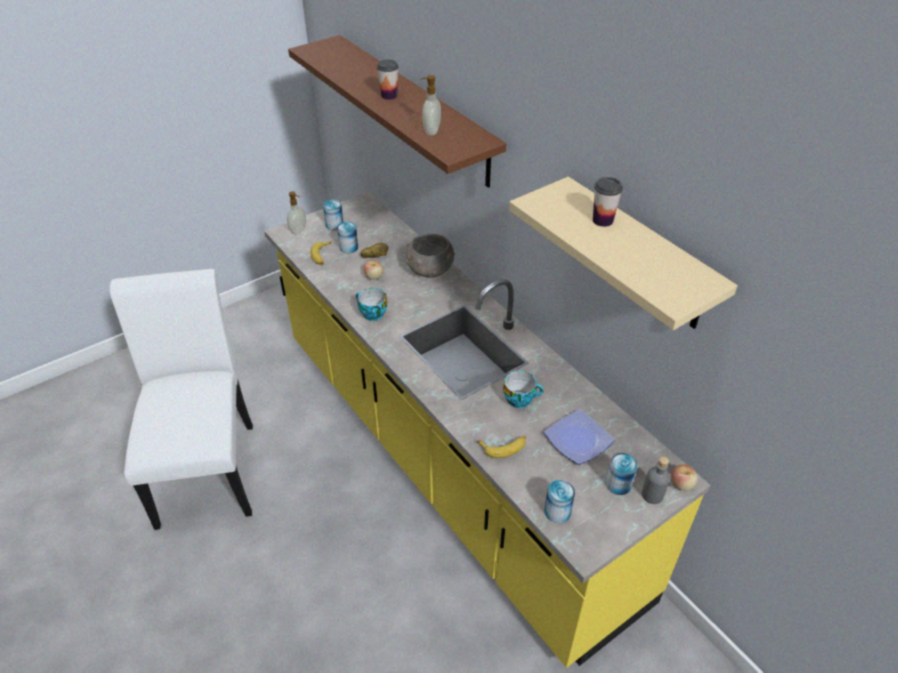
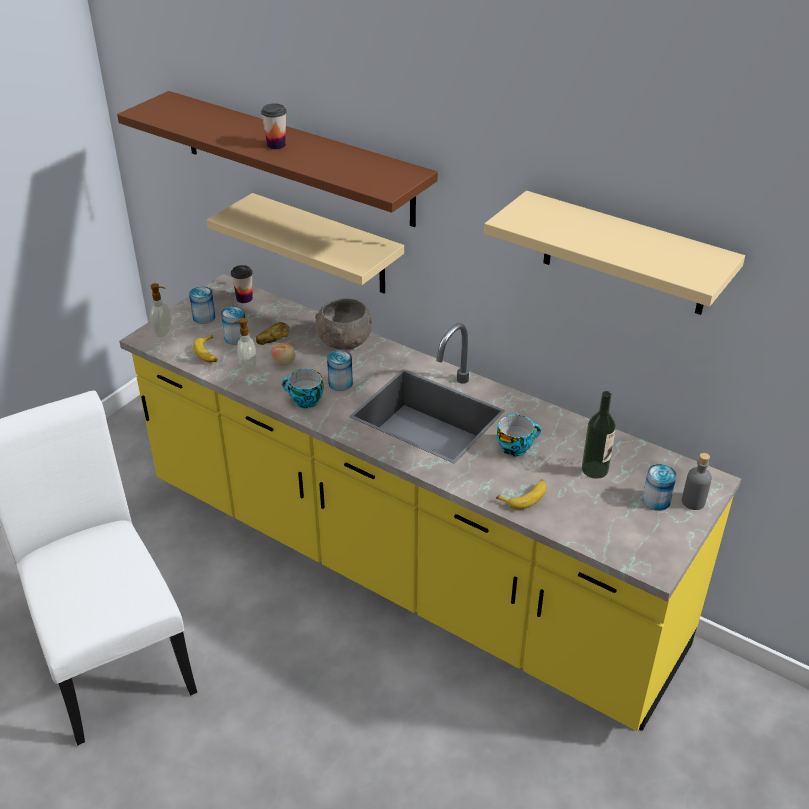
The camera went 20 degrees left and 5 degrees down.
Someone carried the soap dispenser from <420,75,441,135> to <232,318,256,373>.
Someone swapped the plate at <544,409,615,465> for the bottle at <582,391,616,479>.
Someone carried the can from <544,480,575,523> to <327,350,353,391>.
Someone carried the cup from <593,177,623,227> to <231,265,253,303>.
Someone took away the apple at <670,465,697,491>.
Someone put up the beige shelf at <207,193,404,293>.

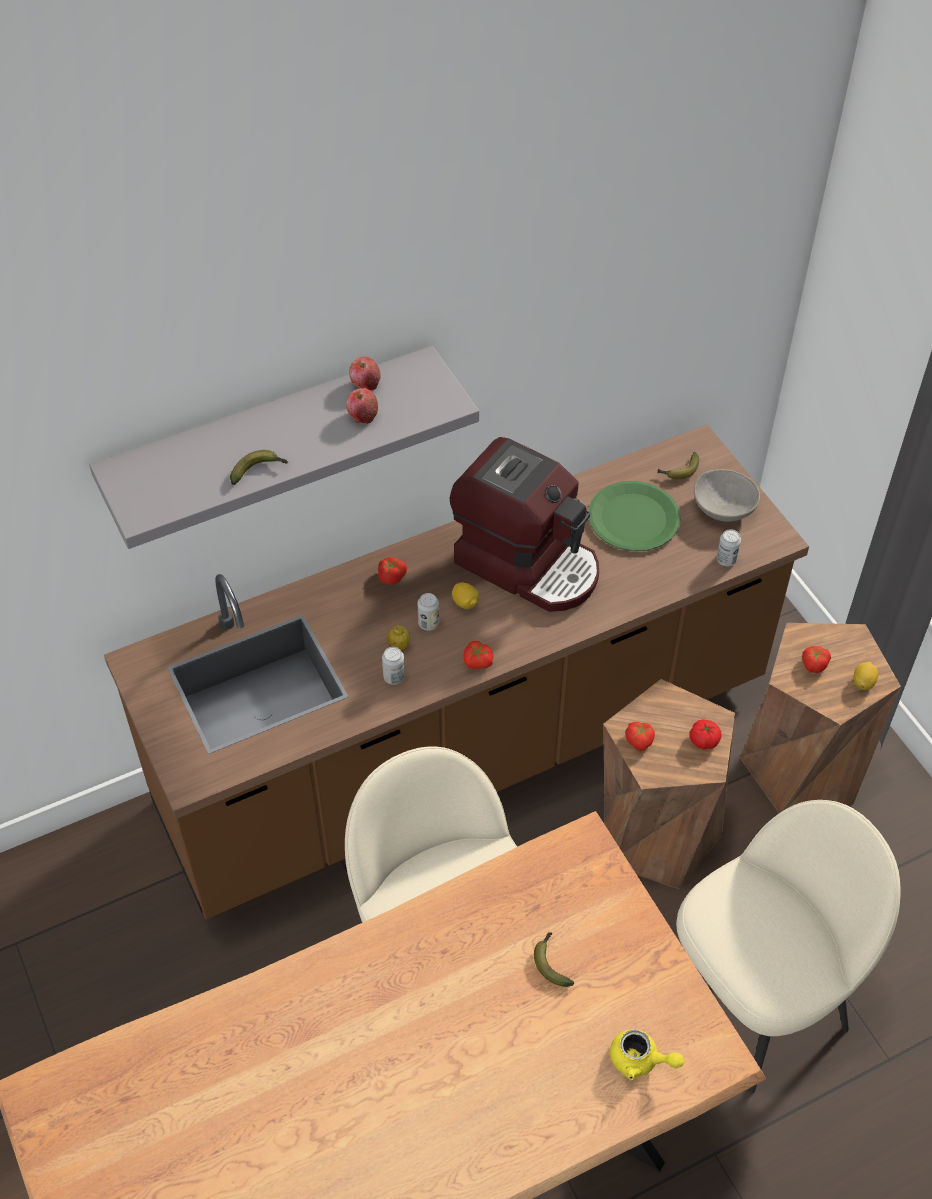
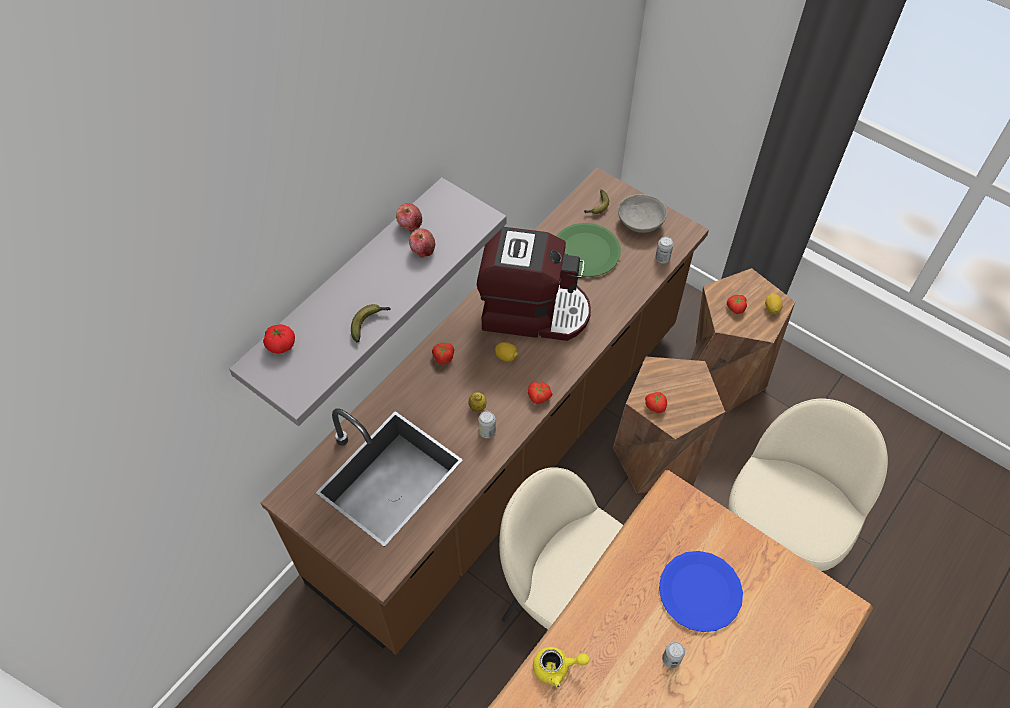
The camera went 25 degrees left and 5 degrees up.
Someone carried the can from <417,593,439,631> to <662,642,685,668>.
Someone swapped the banana at <534,933,574,987> for the blue plate at <659,551,743,632>.
Someone carried the yellow teapot from <610,1029,684,1080> to <533,647,589,688>.
Someone carried the tomato from <689,719,722,749> to <263,324,295,354>.

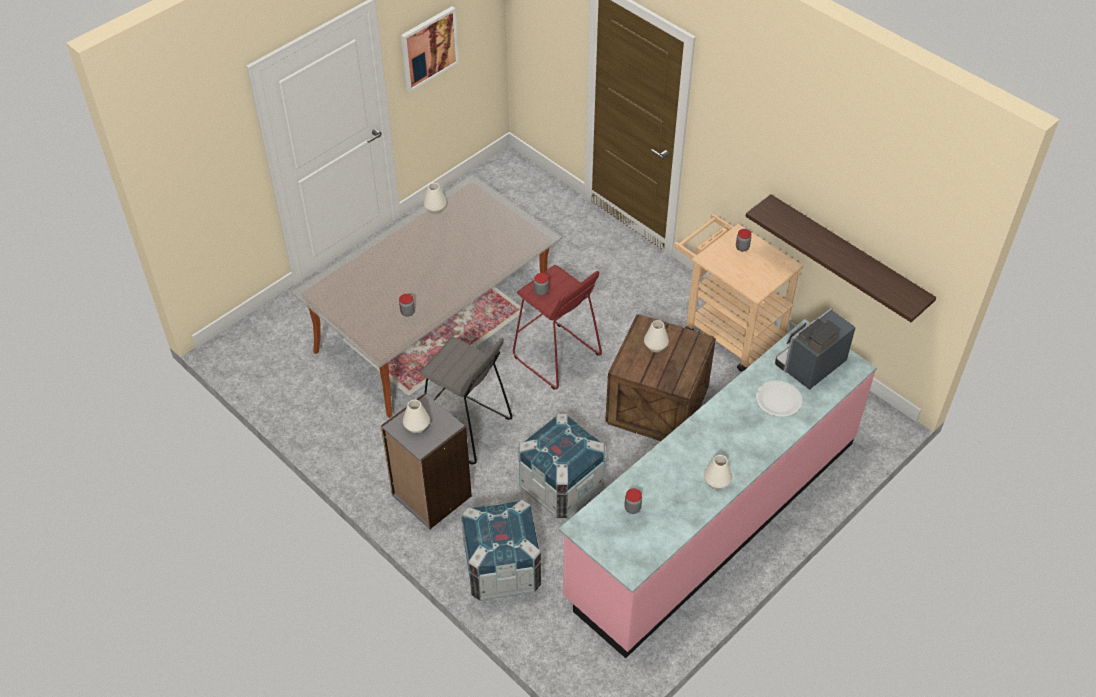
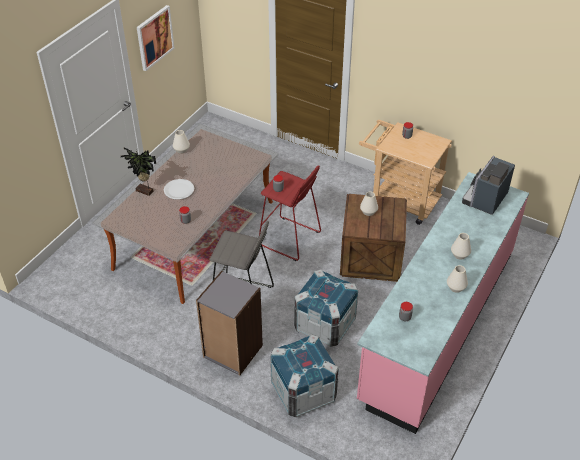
The camera went 15 degrees left and 5 degrees down.
Someone carried the white vase from <403,400,430,434> to <451,233,471,260>.
Someone took away the shelf at <746,194,936,322>.
Someone carried the white plate from <756,380,802,417> to <164,179,194,200>.
Someone put down the potted plant at <121,148,156,196>.

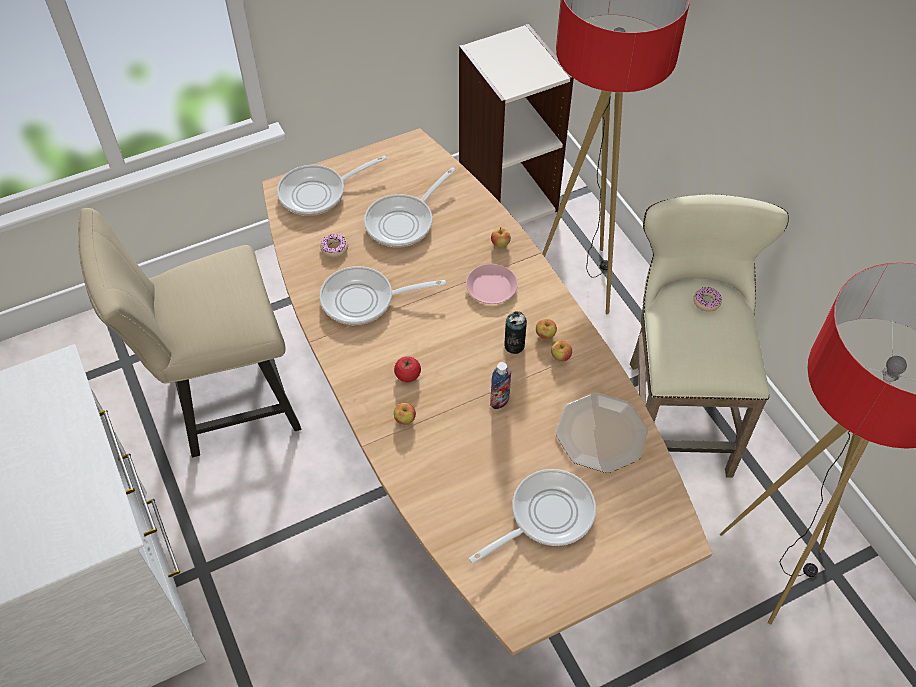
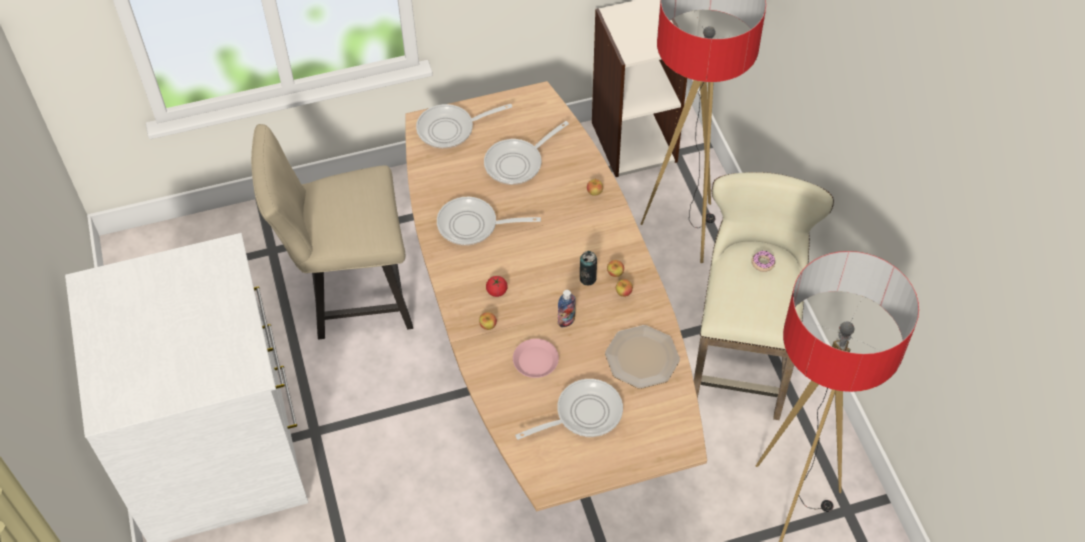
The camera went 10 degrees right and 0 degrees up.
Someone took away the donut at <320,234,348,258>.
Someone carried the pink plate from <466,264,518,304> to <513,339,559,378>.

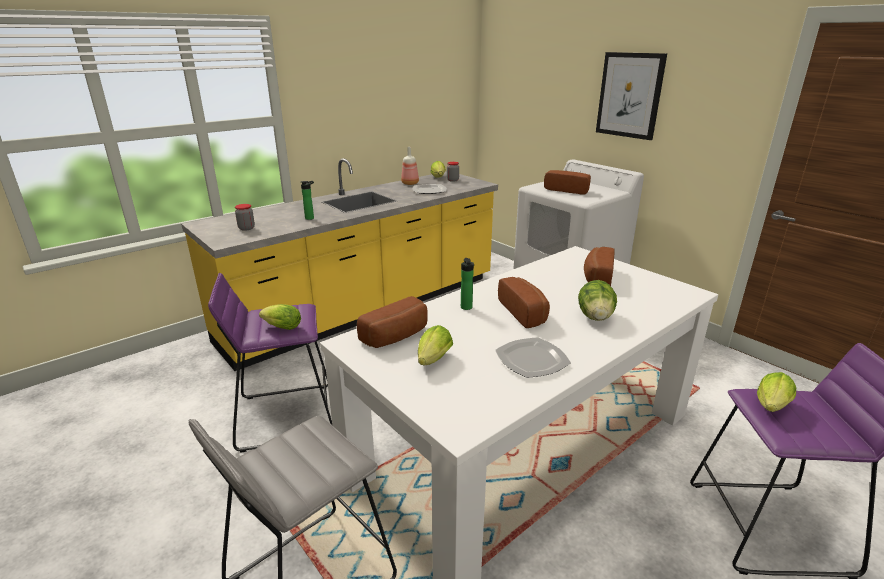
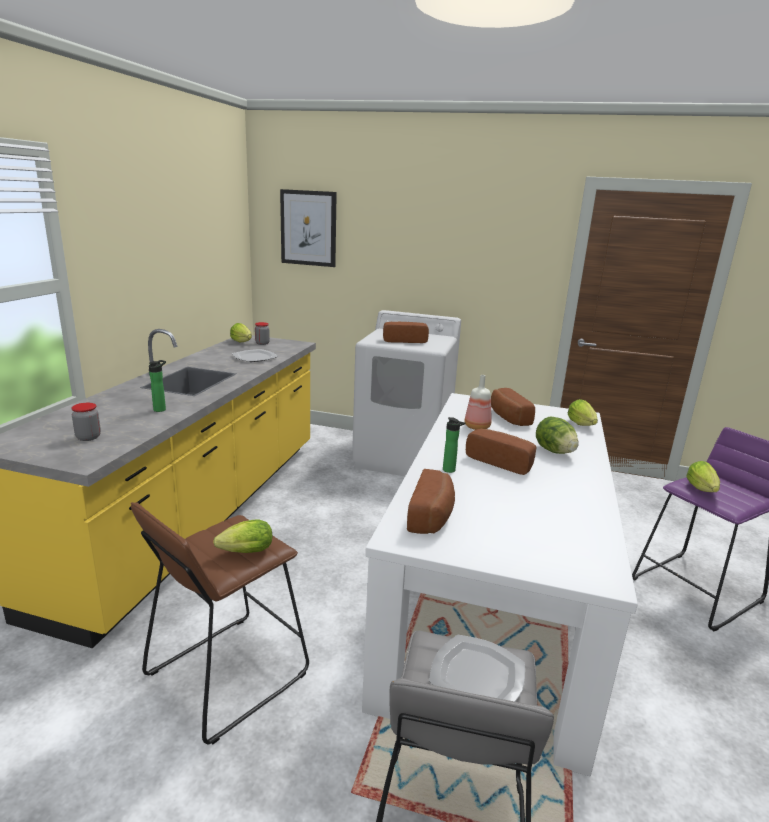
The camera went 35 degrees left and 5 degrees down.
Someone repainted the purple stool at <208,273,332,453>, which became the brown stool at <131,502,309,745>.
Someone carried the bottle from <401,147,419,185> to <465,375,492,430>.
Someone carried the lettuce from <418,325,453,365> to <568,399,598,426>.
Someone carried the plate from <495,337,571,378> to <429,635,525,702>.
Someone carried the picture from <596,52,667,140> to <280,189,337,267>.

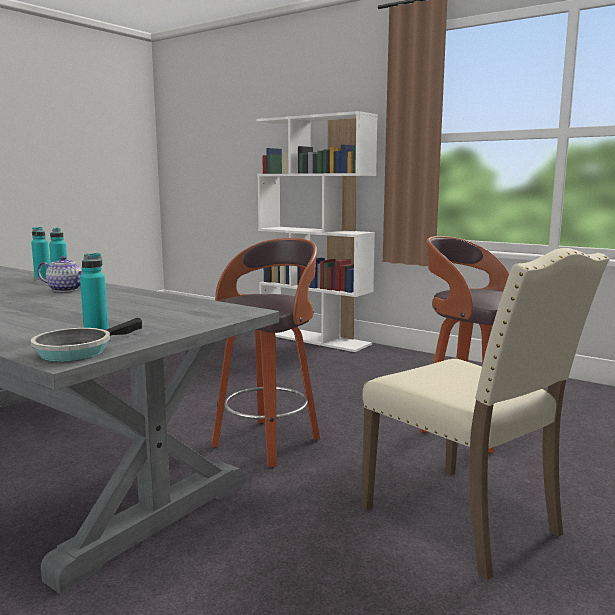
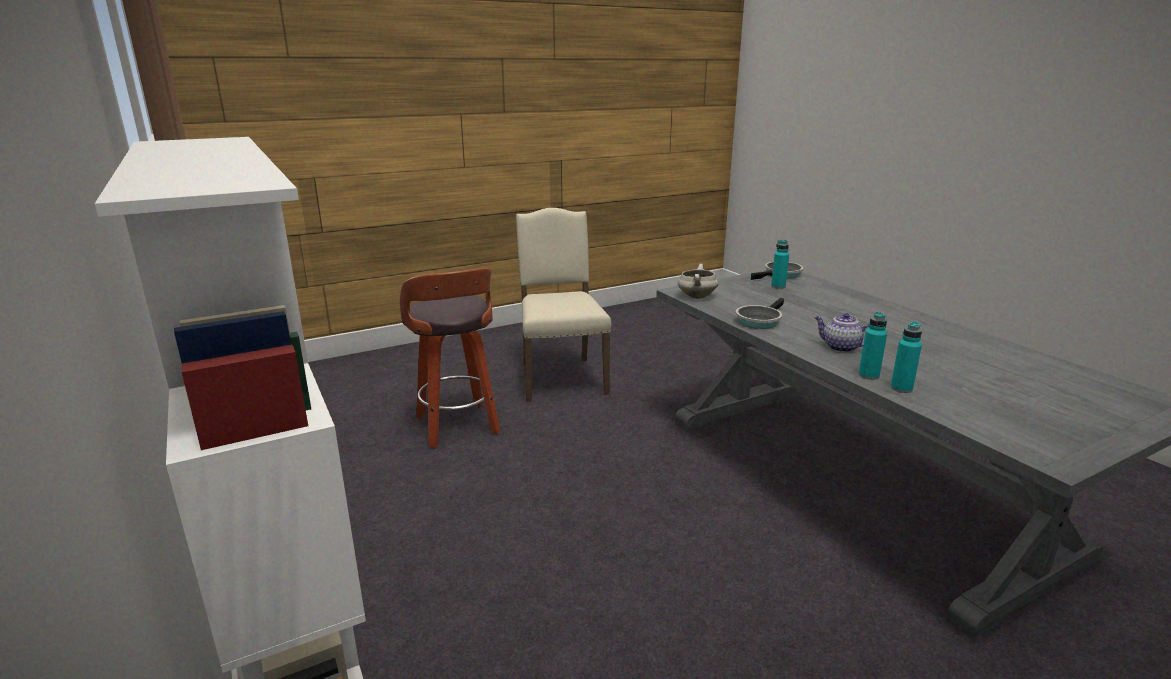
The camera went 155 degrees left and 10 degrees up.
Someone took away the stool at <212,238,320,468>.
Someone put down the white cooking pot at <678,264,718,299>.
Someone put down the frying pan at <735,298,784,329>.

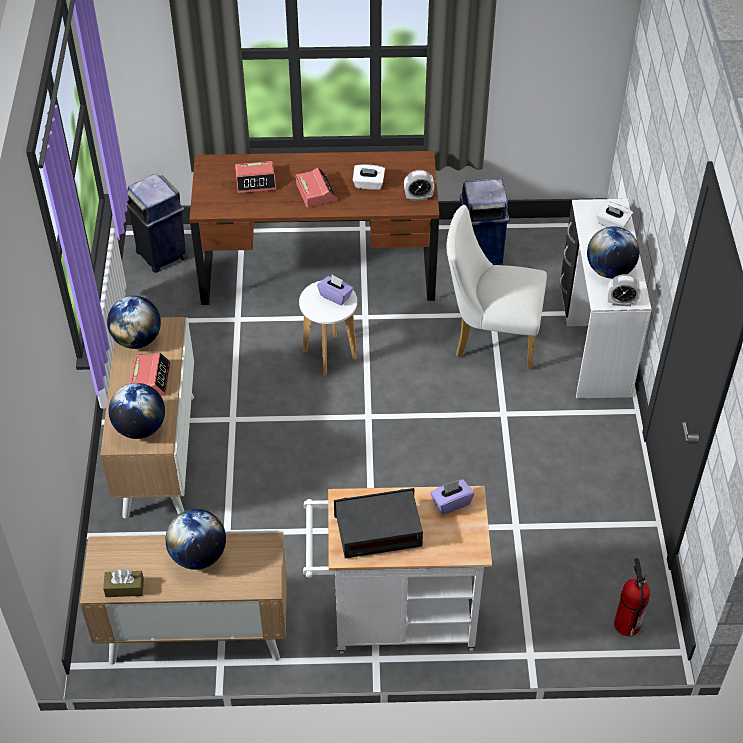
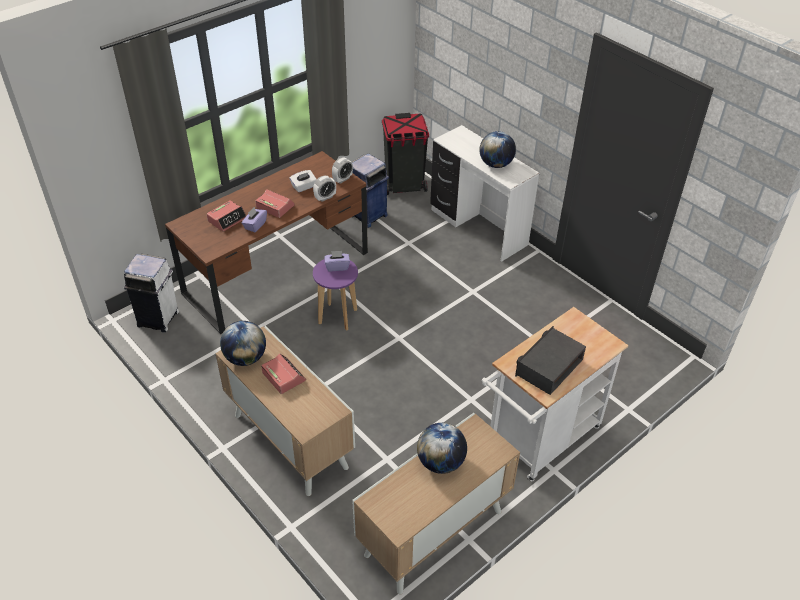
The camera went 40 degrees left and 5 degrees down.
Someone took away the brown tissue box at <103,569,144,597>.
Someone took away the globe at <109,383,165,439>.
Someone repainted the blue trash can at <126,174,188,273>, which became the white trash can at <124,254,179,332>.
Someone repainted the white stool at <299,280,357,376>, which became the purple stool at <313,259,358,331>.
Someone carried the purple tissue box from <430,480,474,515> to <242,207,267,232>.
Someone took away the white chair at <446,205,547,370>.
Someone took away the white tissue box at <596,201,633,228>.
Someone carried the alarm clock from <607,274,640,306> to <313,176,336,202>.
Someone took away the fire extinguisher at <614,558,650,636>.
Someone put down the black trash can at <382,113,429,195>.

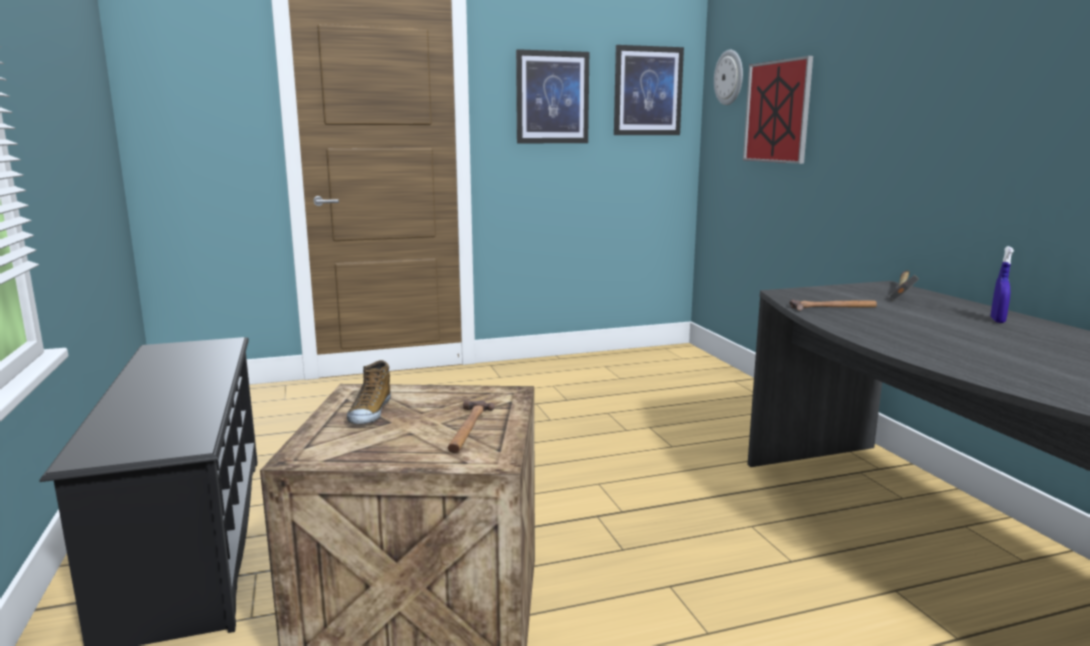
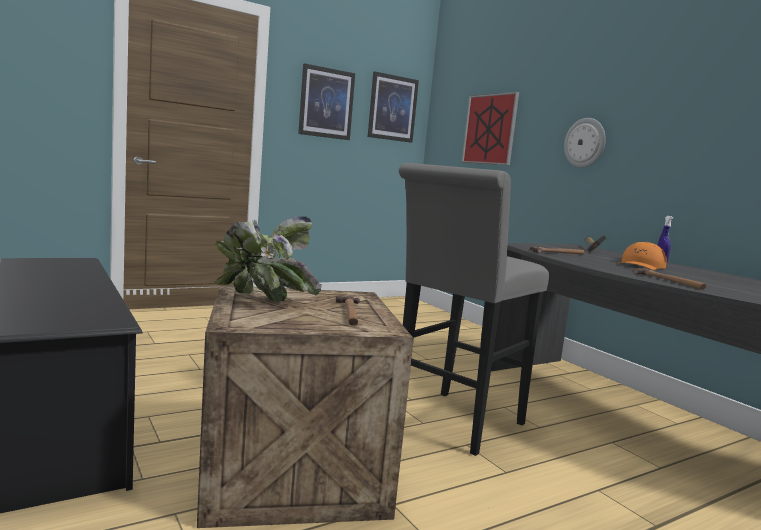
The camera went 15 degrees left and 5 degrees down.
Someone swapped the shoe at <347,360,391,424> for the potted plant at <214,216,322,302>.
Someone carried the wall clock from <714,50,743,105> to <564,118,606,168>.
Someone put down the grey stool at <399,163,549,456>.
Someone put down the orange cap at <617,242,667,270>.
Someone put down the hammer at <634,268,706,290>.

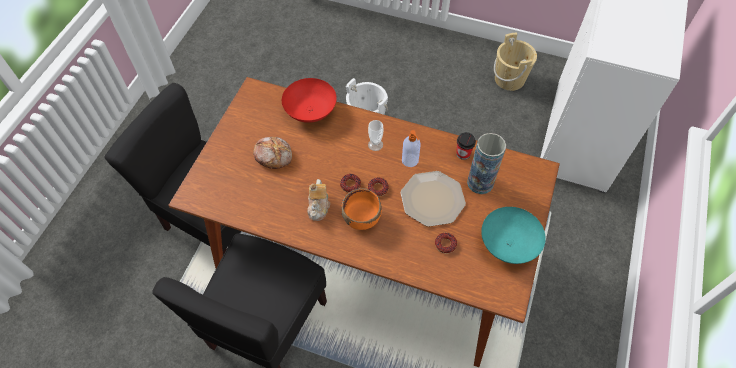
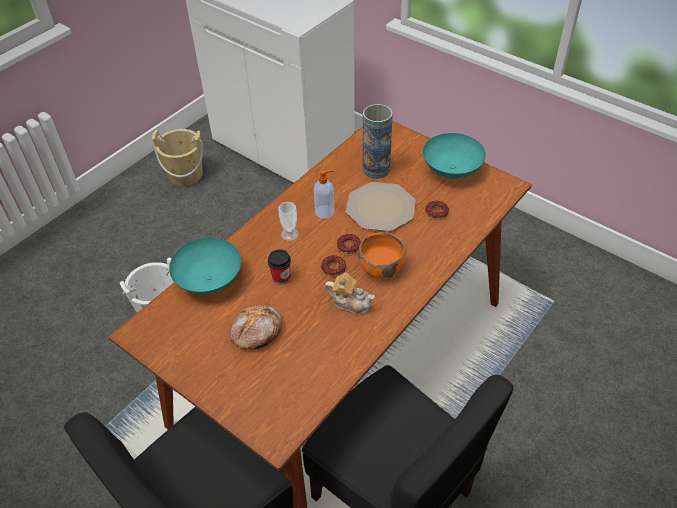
The camera went 70 degrees left and 10 degrees down.
Someone repainted the red bowl at <282,78,337,123>, which became the turquoise bowl at <169,238,241,295>.
Someone carried the cup from <456,132,476,160> to <268,249,291,285>.

